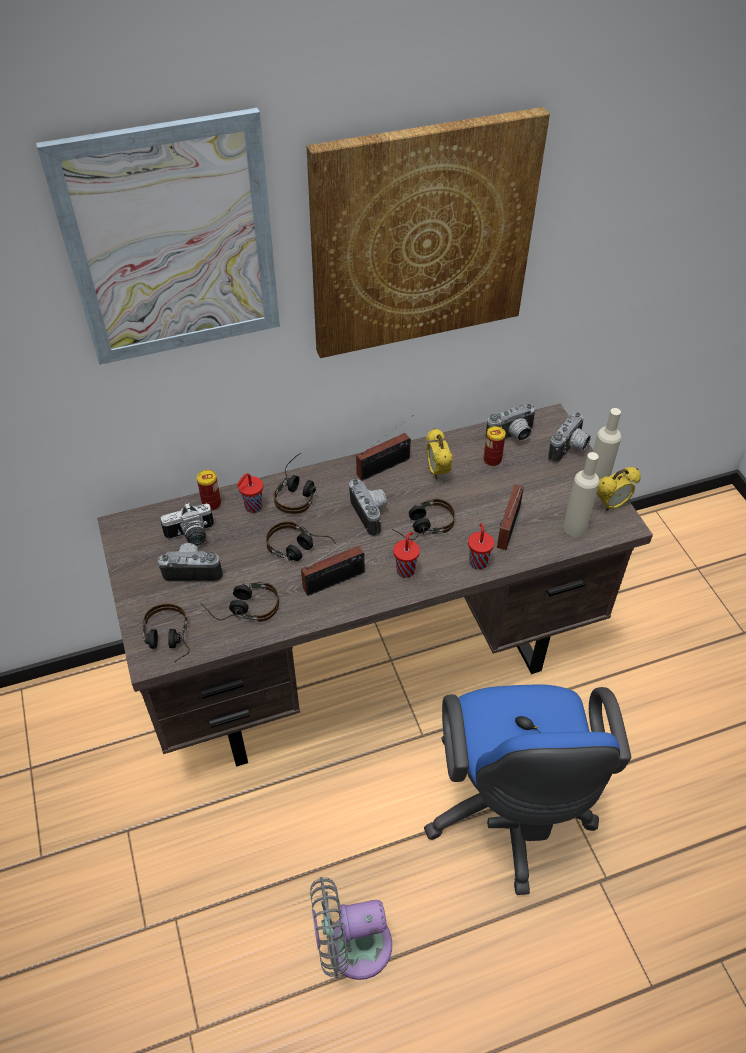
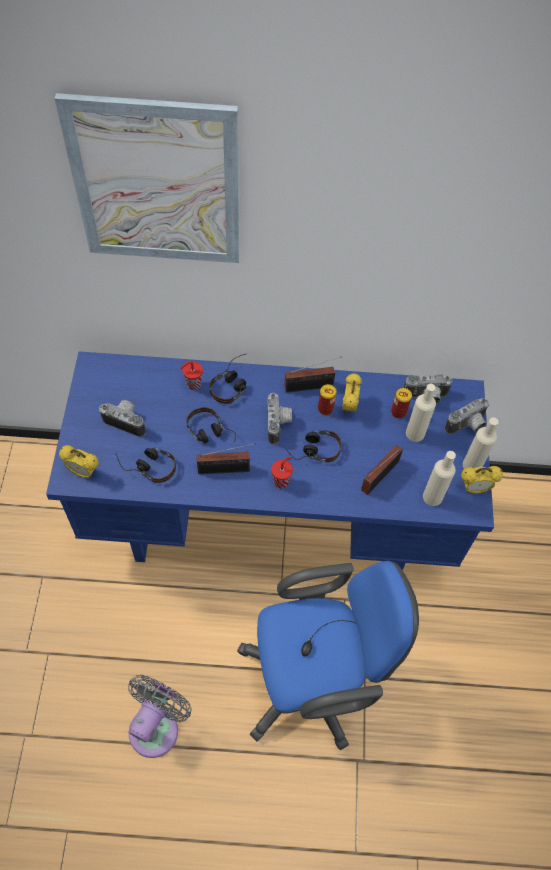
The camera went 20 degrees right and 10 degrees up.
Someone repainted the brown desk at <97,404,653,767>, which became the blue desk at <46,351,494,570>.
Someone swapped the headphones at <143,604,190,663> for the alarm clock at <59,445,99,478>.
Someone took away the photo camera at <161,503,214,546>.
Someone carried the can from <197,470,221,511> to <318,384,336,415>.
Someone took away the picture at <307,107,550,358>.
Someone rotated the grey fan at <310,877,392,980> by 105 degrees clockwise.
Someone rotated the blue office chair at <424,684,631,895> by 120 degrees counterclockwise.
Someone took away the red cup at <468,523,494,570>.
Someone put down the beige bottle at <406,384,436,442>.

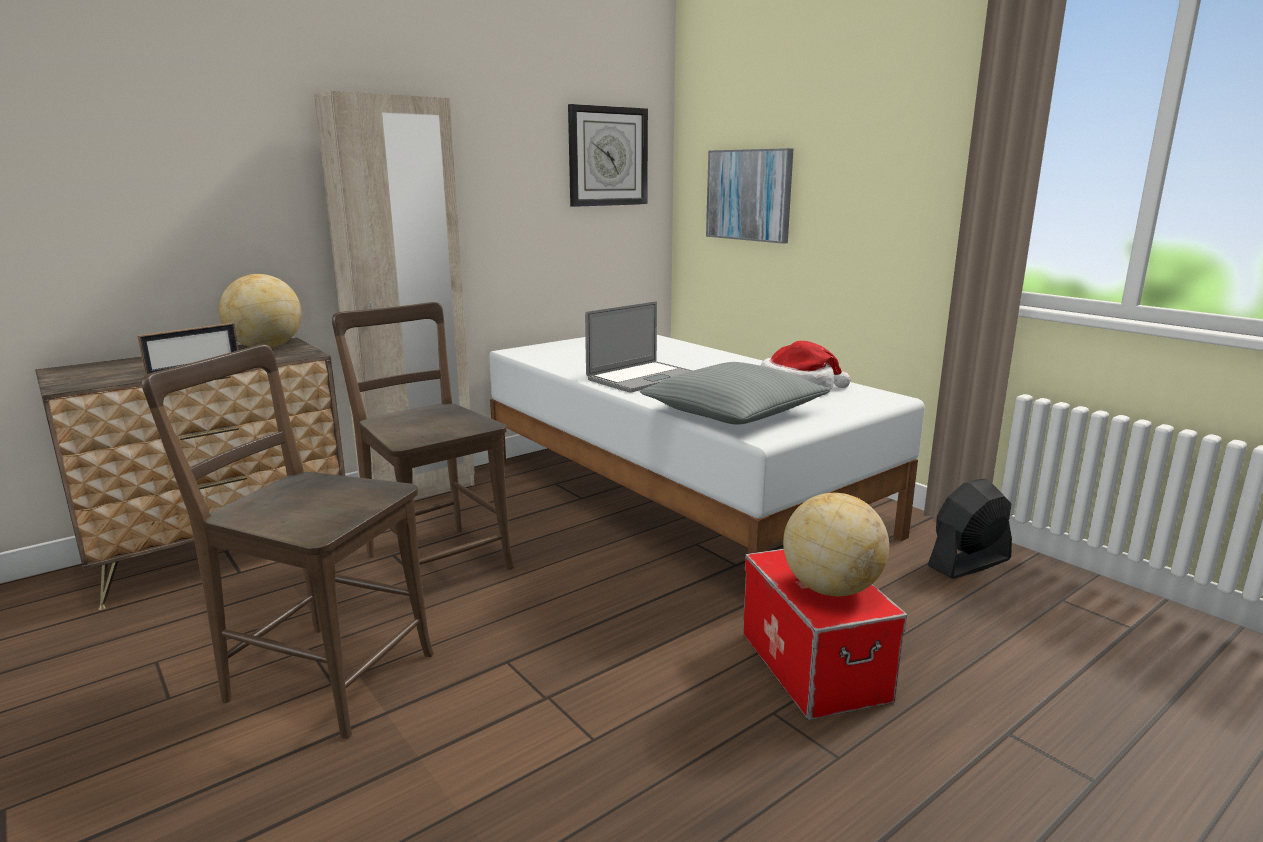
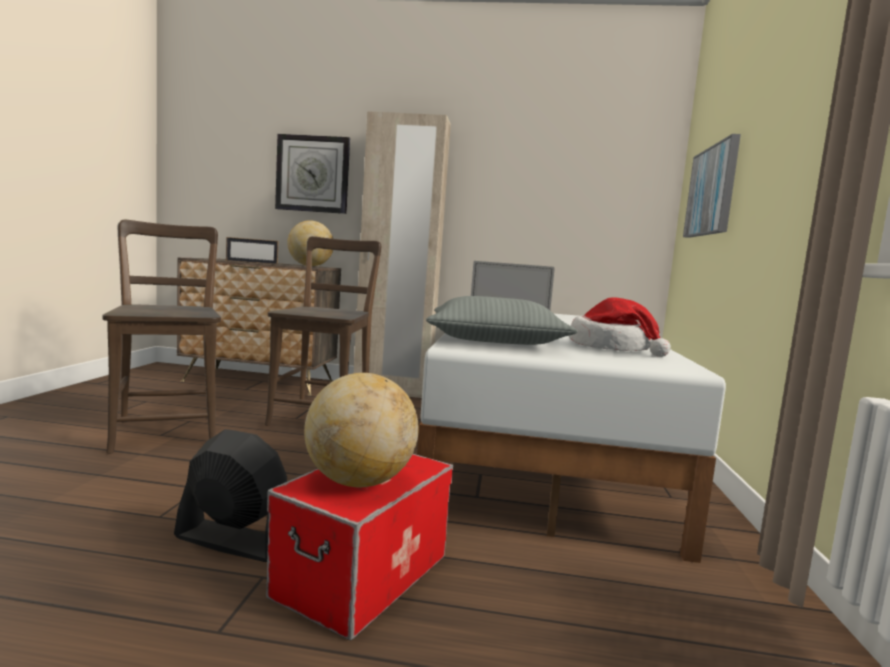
The camera went 45 degrees right and 10 degrees down.
Someone carried the wall clock from <568,104,648,207> to <275,134,350,214>.
Someone carried the black fan from <928,479,1012,579> to <174,429,287,562>.

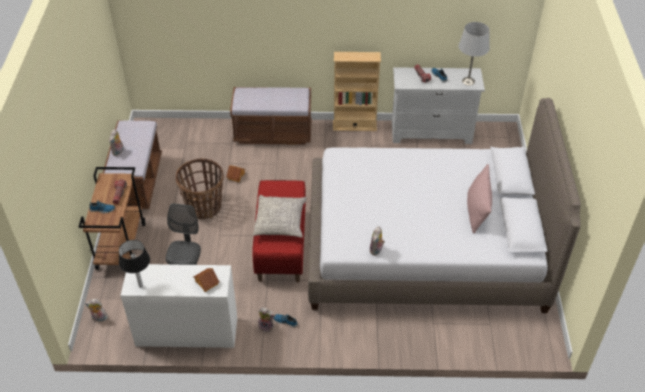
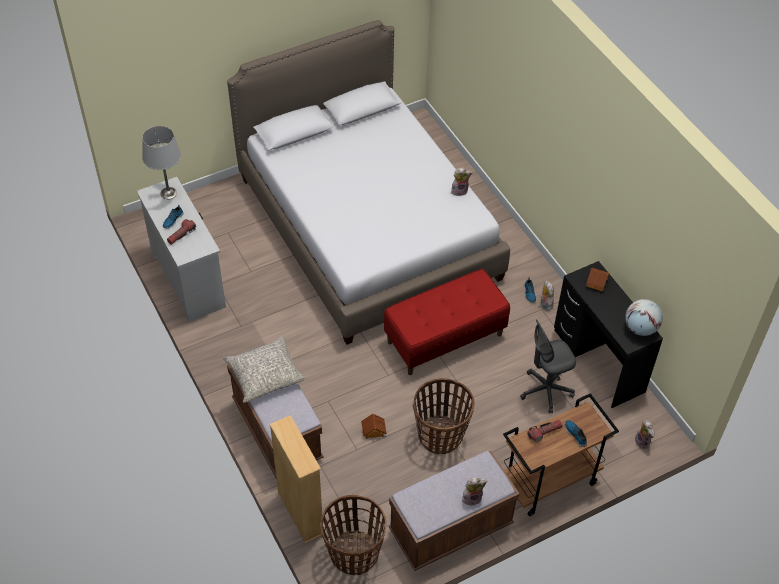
The camera went 120 degrees left and 5 degrees up.
Someone swapped the table lamp at <119,240,150,288> for the globe at <625,299,663,336>.
Someone repainted the white desk at <120,264,237,348>, which became the black desk at <554,261,663,408>.
Someone carried the grey pillow from <253,195,307,238> to <223,336,307,403>.
Someone carried the beige bookcase from <333,52,381,131> to <270,415,322,544>.
Someone took away the pink pillow at <467,164,492,234>.
Someone put down the basket at <320,495,386,575>.

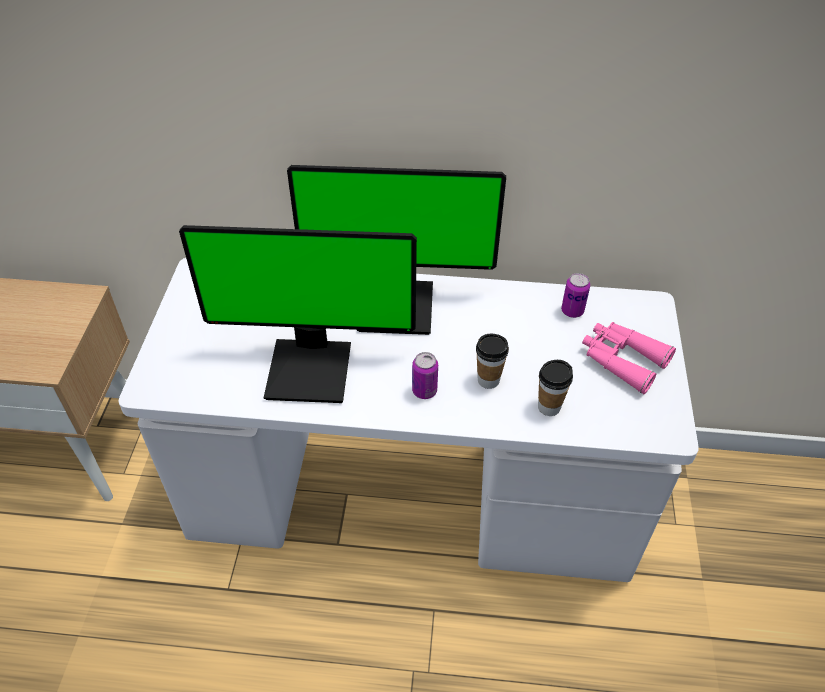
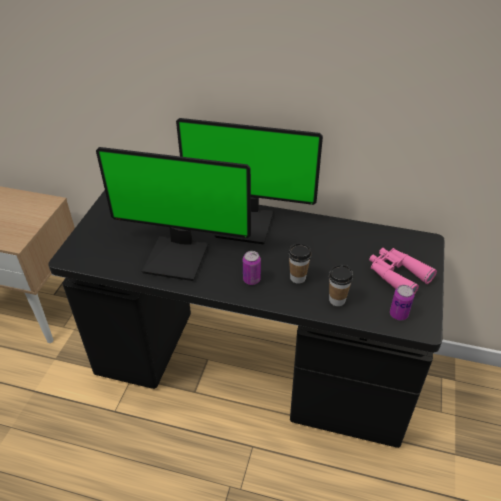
The camera went 10 degrees right and 5 degrees down.
Someone repainted the white desk at <118,258,698,582>, which became the black desk at <48,190,445,448>.
Someone carried the can from <561,273,590,318> to <390,285,414,320>.

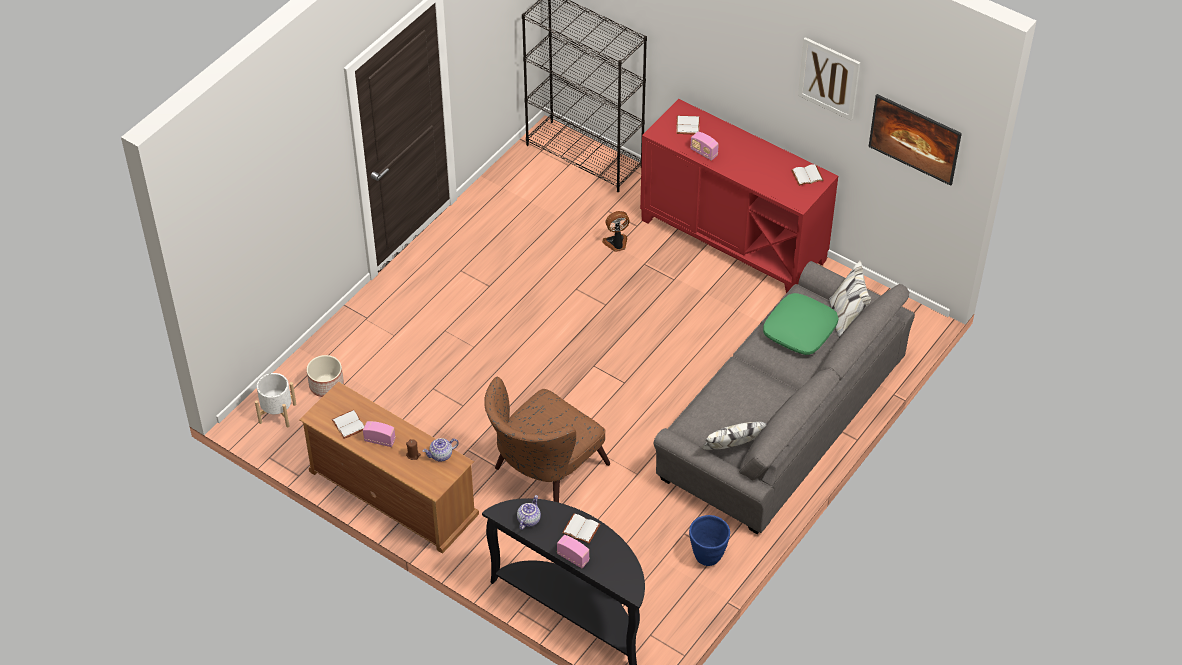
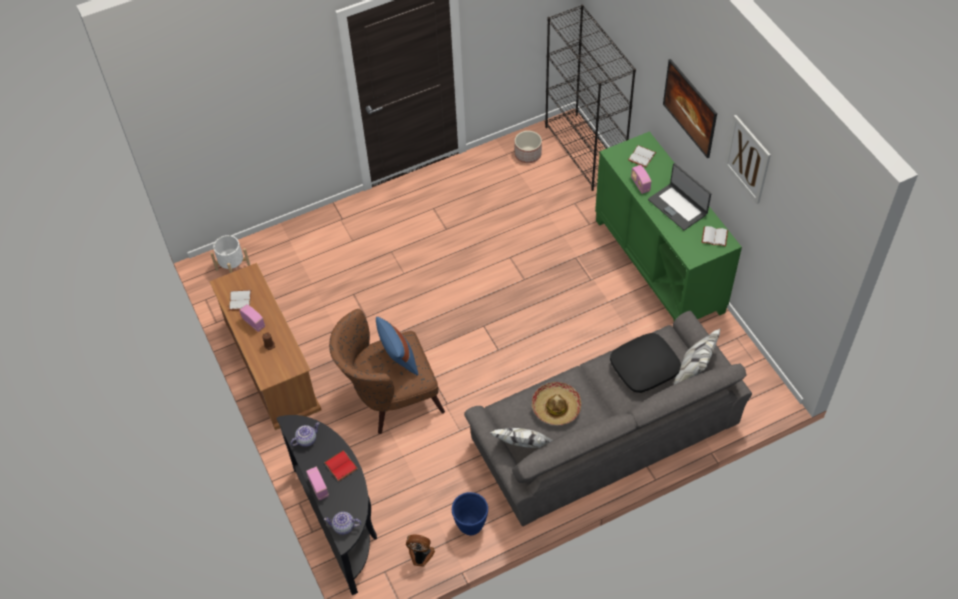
The camera went 30 degrees right and 5 degrees up.
Someone carried the planter from <307,355,344,397> to <515,131,542,163>.
Someone carried the teapot from <423,438,459,462> to <324,512,361,535>.
Someone repainted the white book at <562,514,600,544>, which became the red book at <324,450,358,482>.
Someone carried the fan from <602,211,629,252> to <406,535,435,567>.
Someone repainted the red cabinet at <640,99,838,293>, which became the green cabinet at <595,131,742,321>.
Someone repainted the green pillow at <763,293,839,355>, which became the black pillow at <610,333,681,393>.
Someone carried the picture from <869,94,962,186> to <663,59,717,158>.
Someone put down the blue pillow at <376,317,418,376>.
Someone put down the hat at <532,382,581,425>.
Someone put down the laptop at <648,163,711,230>.

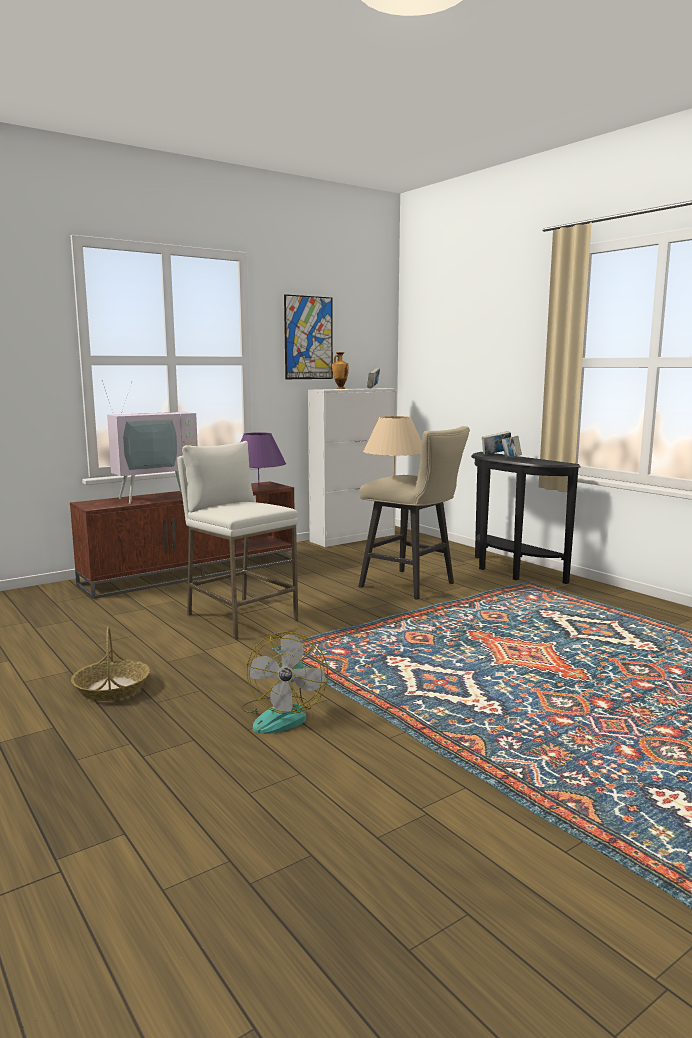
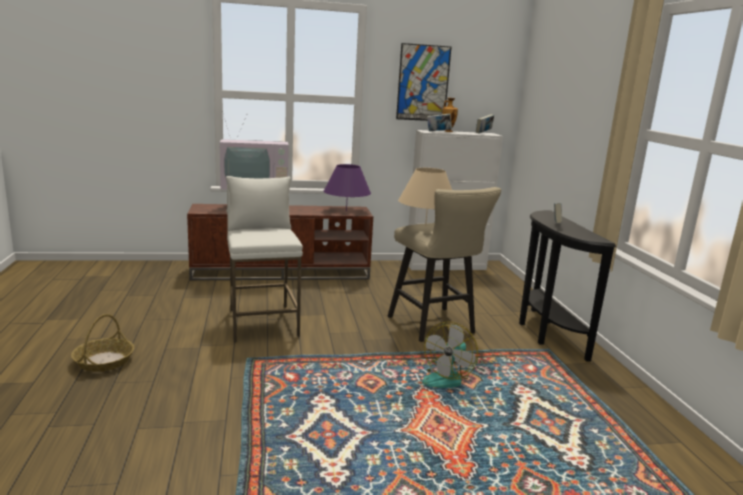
The camera went 25 degrees right and 5 degrees up.
Someone carried the fan from <241,632,328,734> to <422,322,478,388>.
Someone carried the book from <482,431,511,455> to <427,113,452,131>.

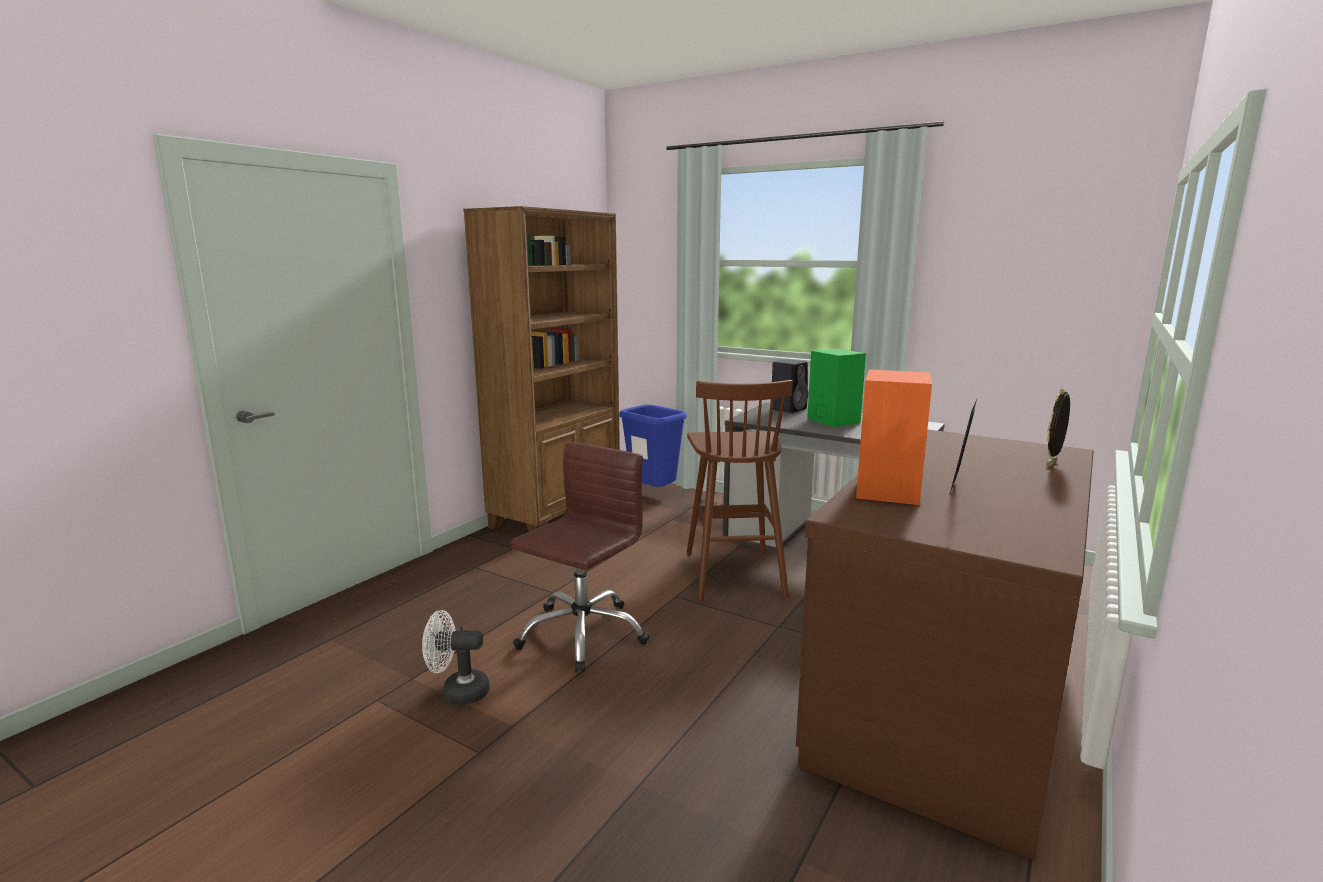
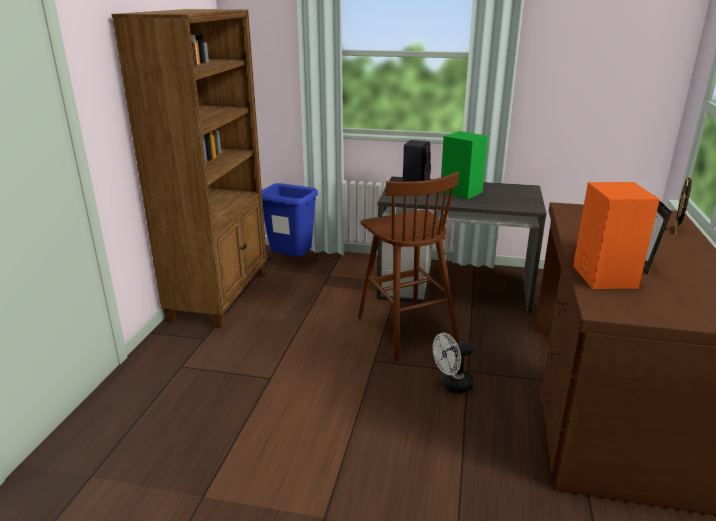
The camera went 20 degrees left and 10 degrees up.
Someone carried the white fan from <422,610,490,705> to <433,333,474,393>.
Someone took away the brown office chair at <511,442,649,673>.

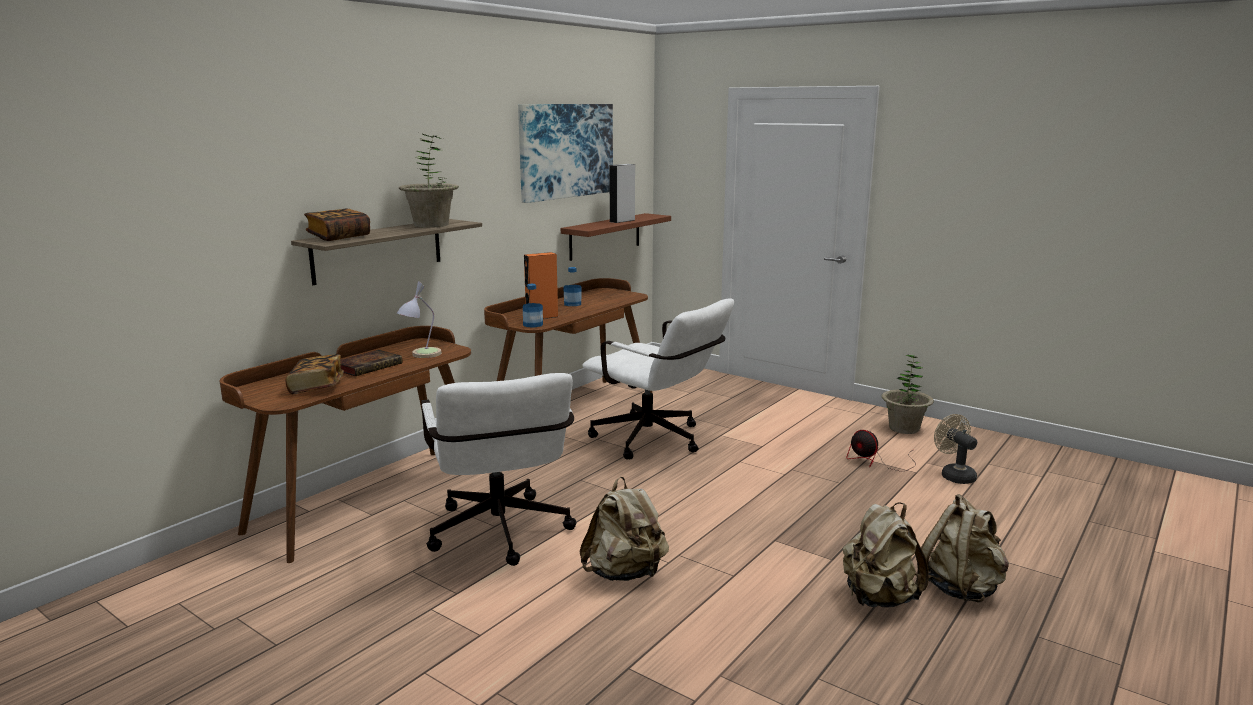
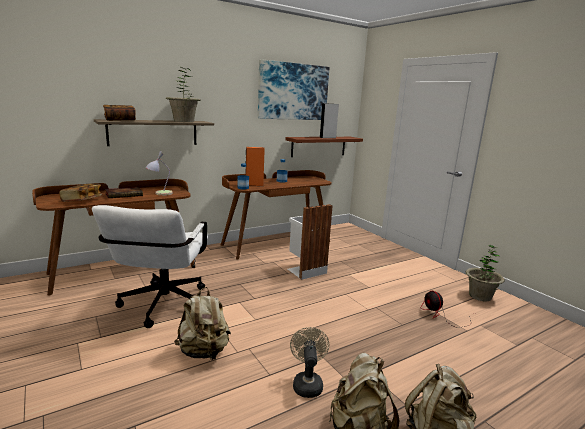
The camera went 20 degrees right and 0 degrees up.
Someone swapped the white office chair at <582,299,734,460> for the white trash can at <288,204,333,280>.
Someone carried the beige fan from <934,414,977,484> to <290,327,329,398>.

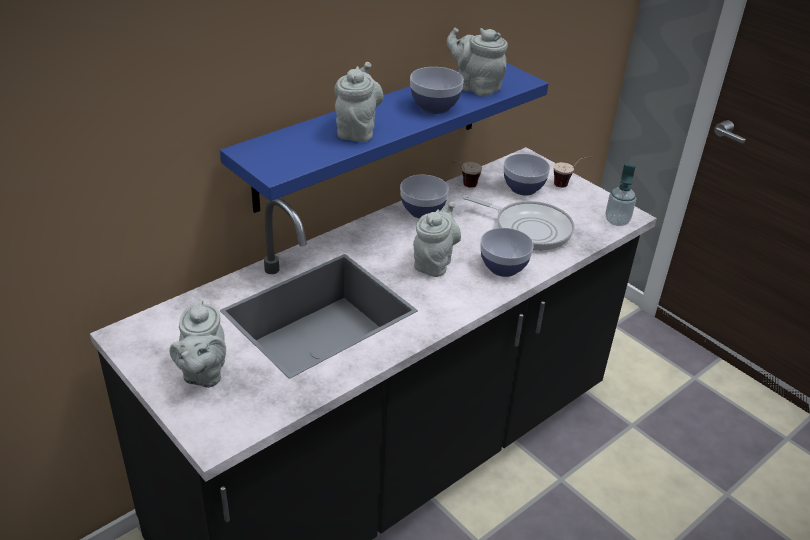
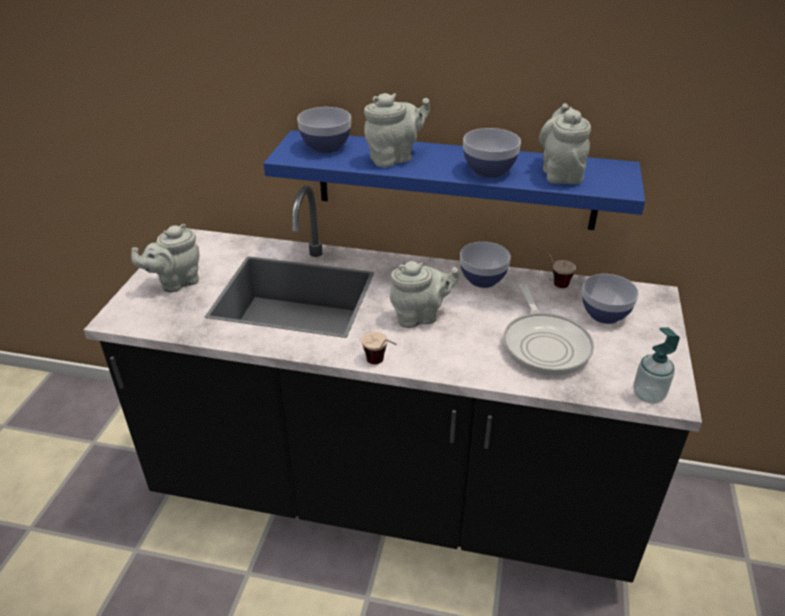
The camera went 55 degrees right and 0 degrees up.
Someone carried the bowl from <480,228,534,277> to <297,107,351,153>.
Someone carried the cup from <554,156,593,188> to <362,332,396,364>.

